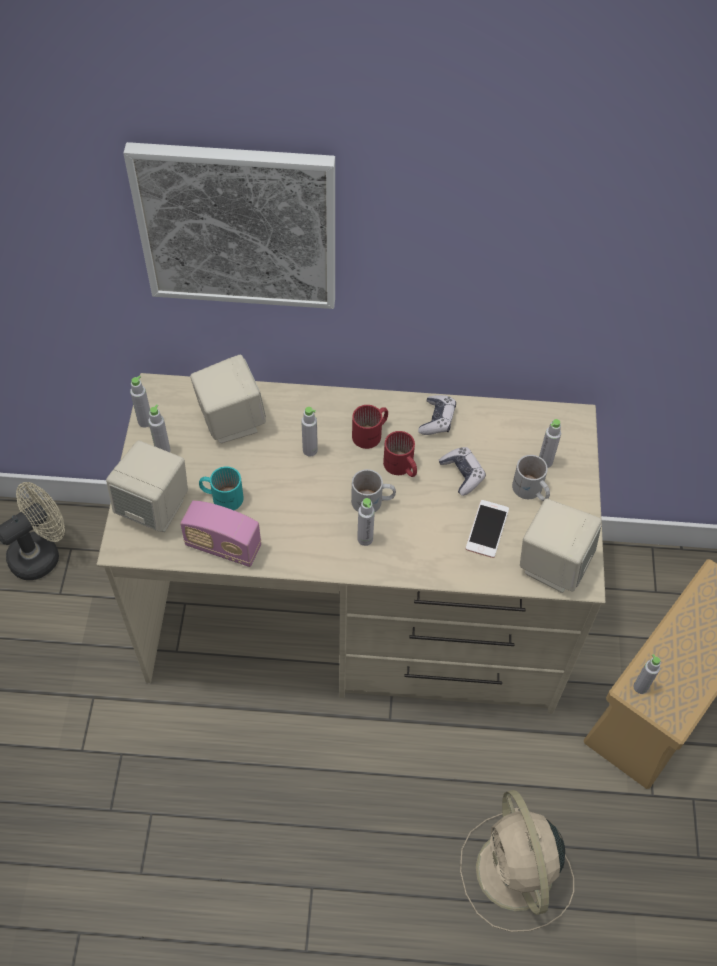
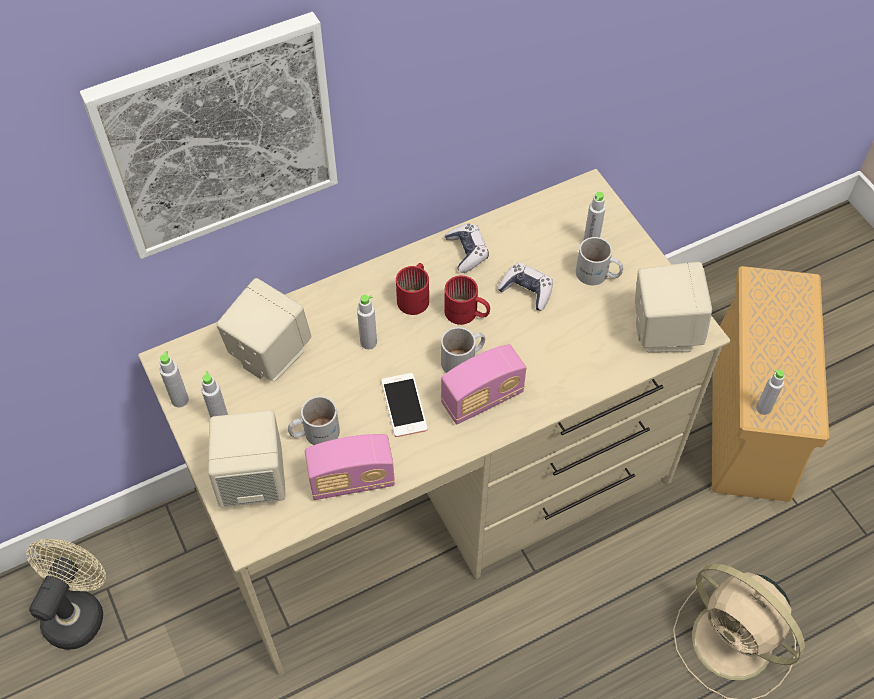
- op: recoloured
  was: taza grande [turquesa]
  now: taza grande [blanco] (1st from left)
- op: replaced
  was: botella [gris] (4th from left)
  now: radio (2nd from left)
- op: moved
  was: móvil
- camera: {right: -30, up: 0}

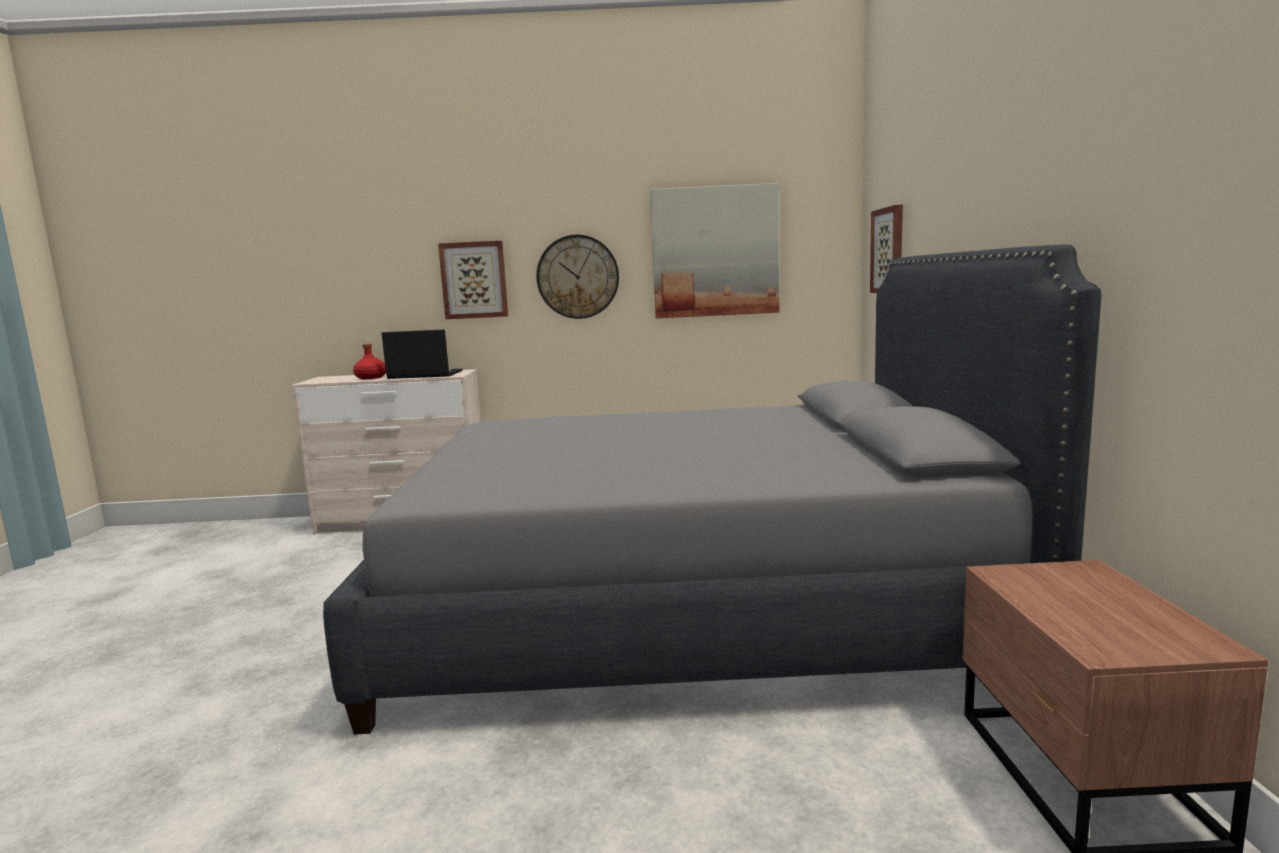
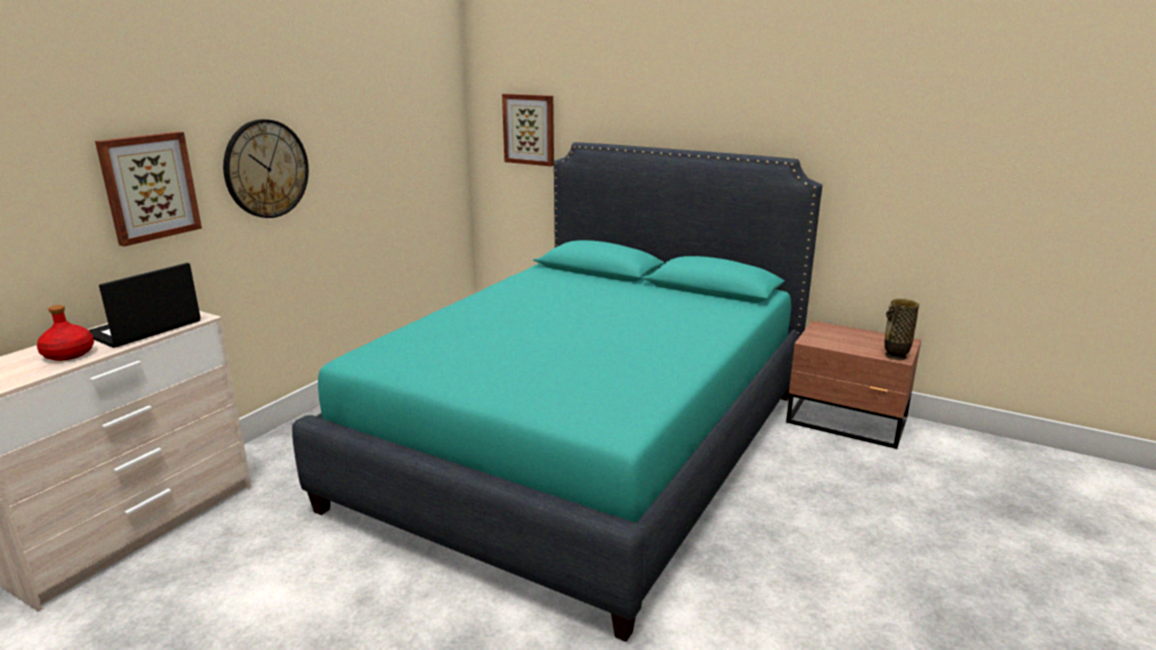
- op: recoloured
  was: cama [gris]
  now: cama [turquesa]
- op: removed
  was: cuadro (2nd from left)
- op: added
  now: florero
- camera: {right: -60, up: 10}

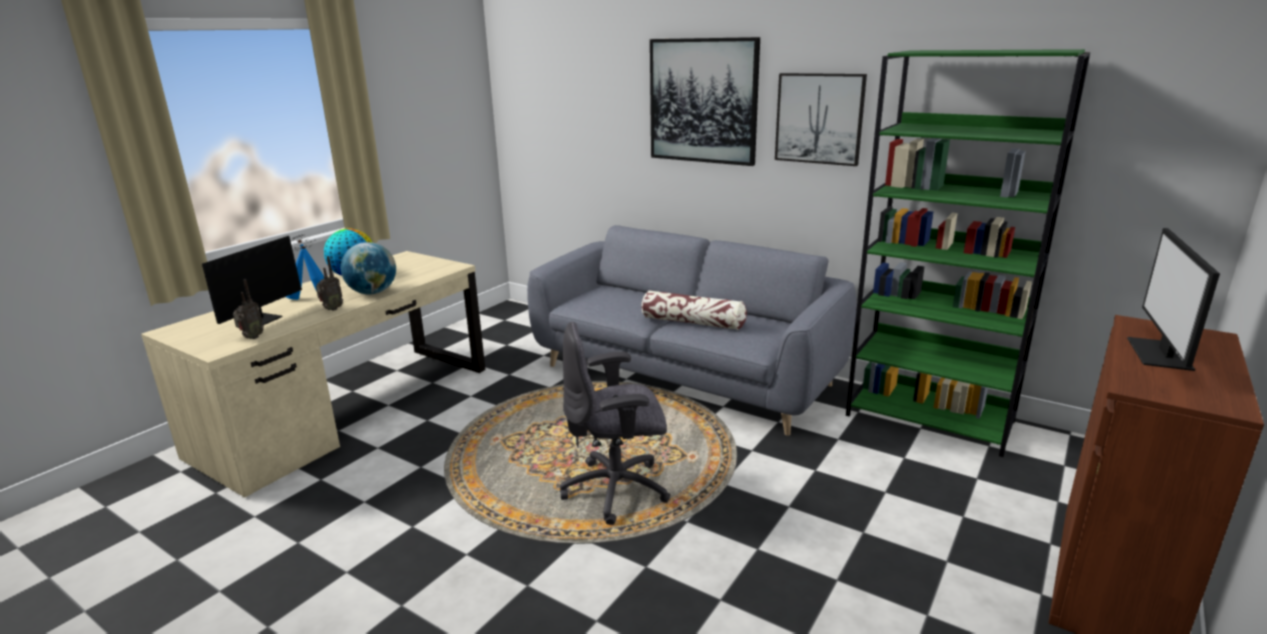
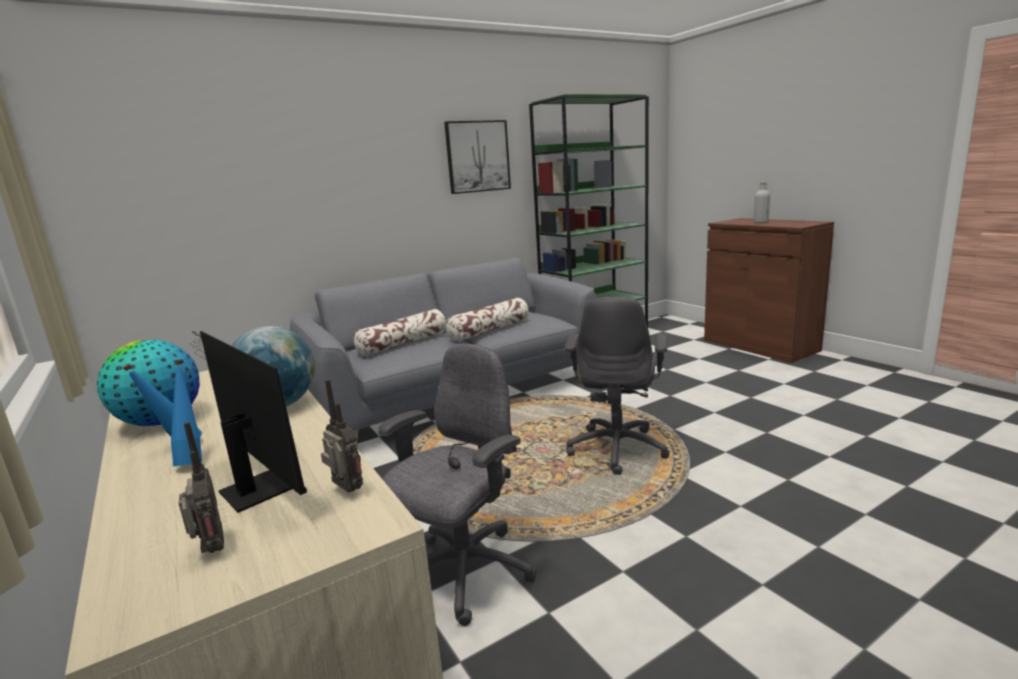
- op: moved
  was: radio (2nd from left in the first image)
  now: radio (1st from left)
- op: removed
  was: cuadro (1st from left)
- op: replaced
  was: monitor (2nd from left)
  now: botella [gris]
- op: added
  now: cojín (1st from left)
- op: added
  now: silla de oficina [gris] (1st from left)
- camera: {right: -65, up: -5}

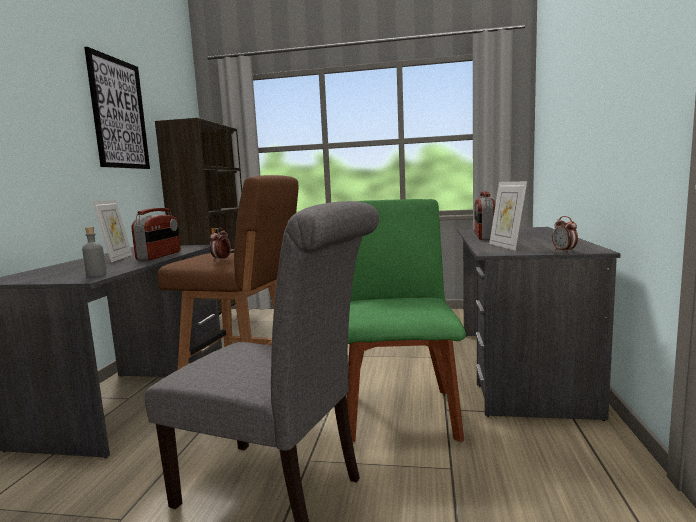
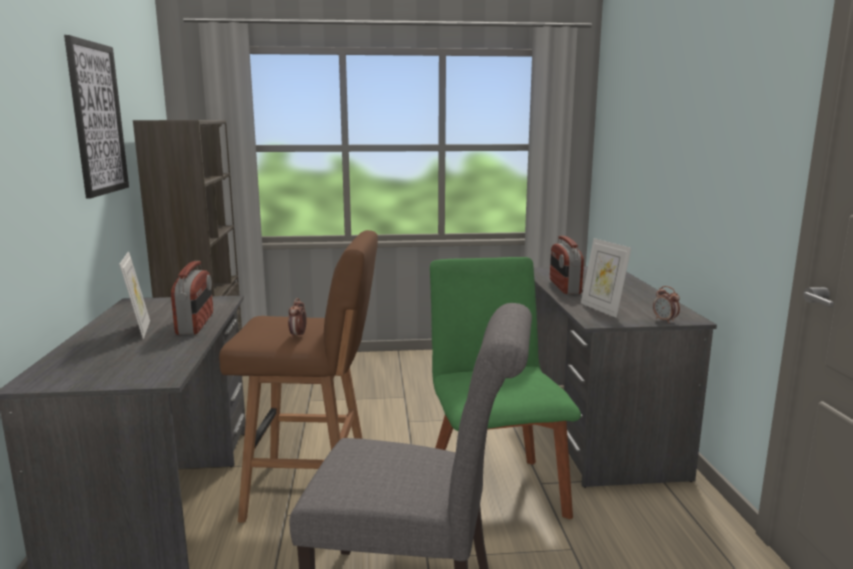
- op: removed
  was: botella [gris]
- camera: {right: -15, up: 5}

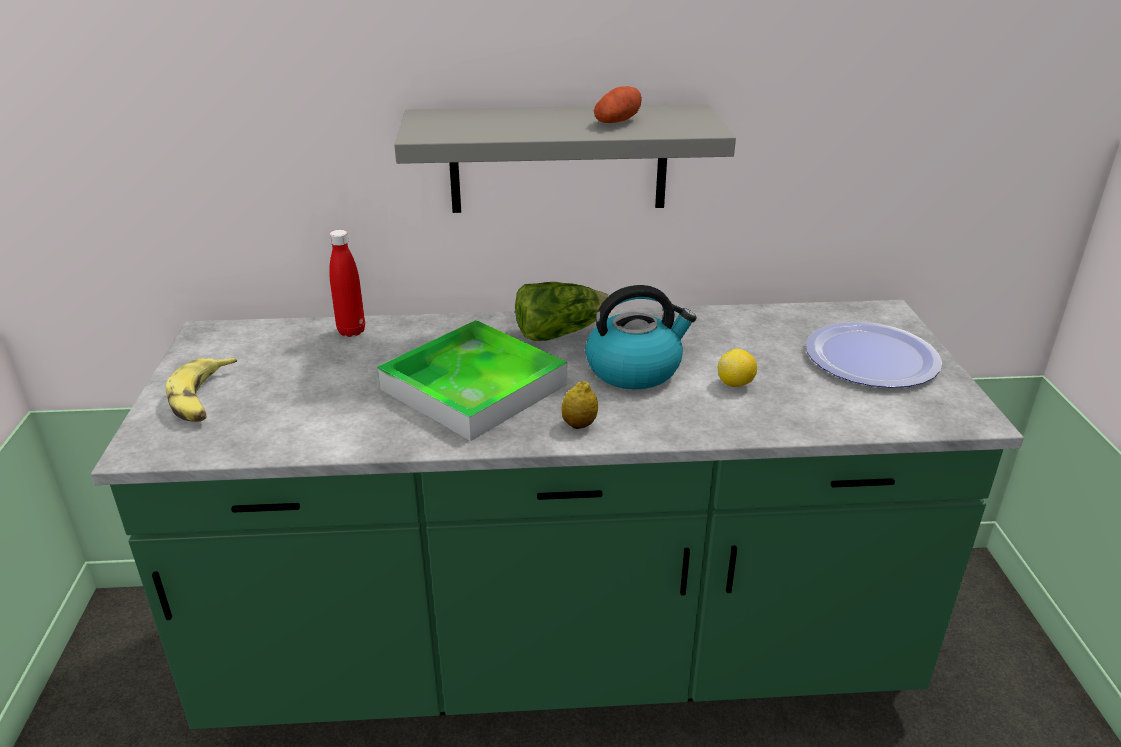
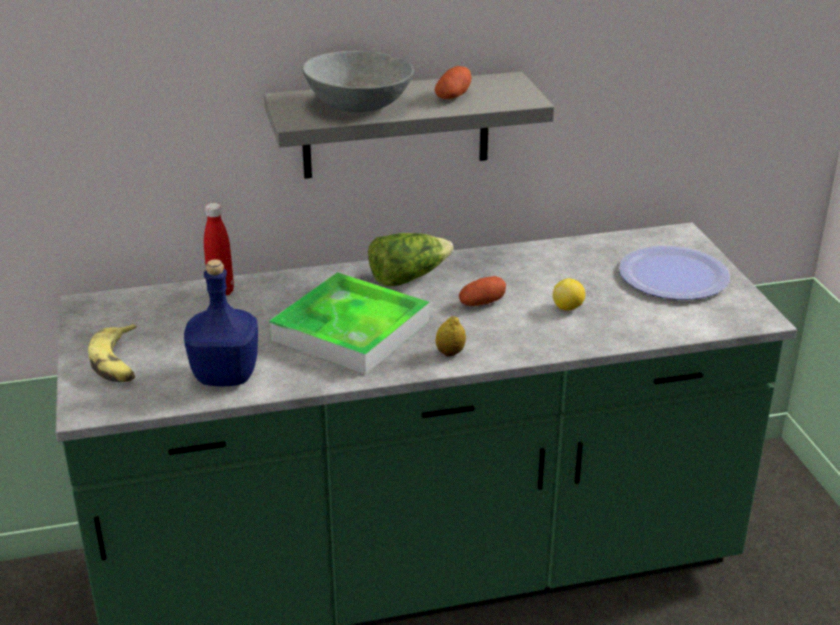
- op: replaced
  was: hervidor
  now: patata (2nd from left)
- op: added
  now: botella [azul]
- op: added
  now: cuenco [gris]
- camera: {right: -10, up: 0}

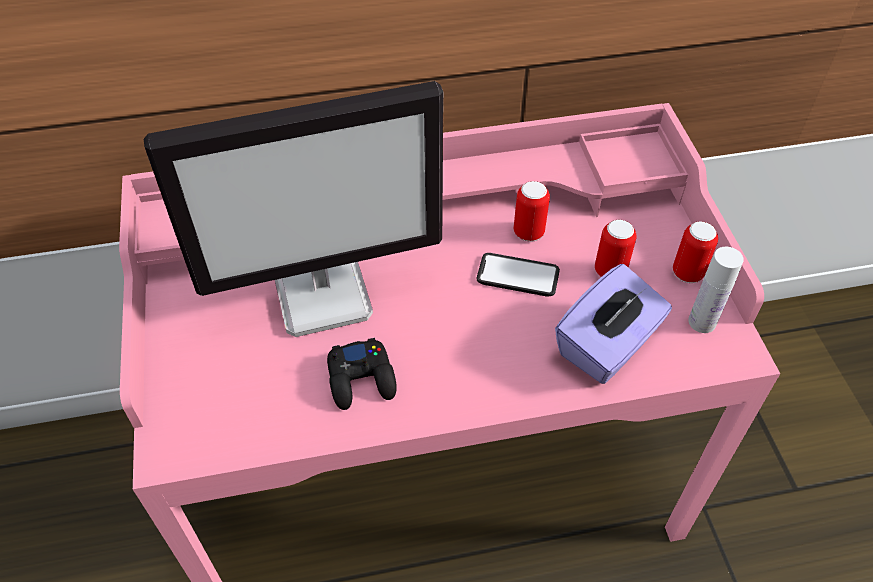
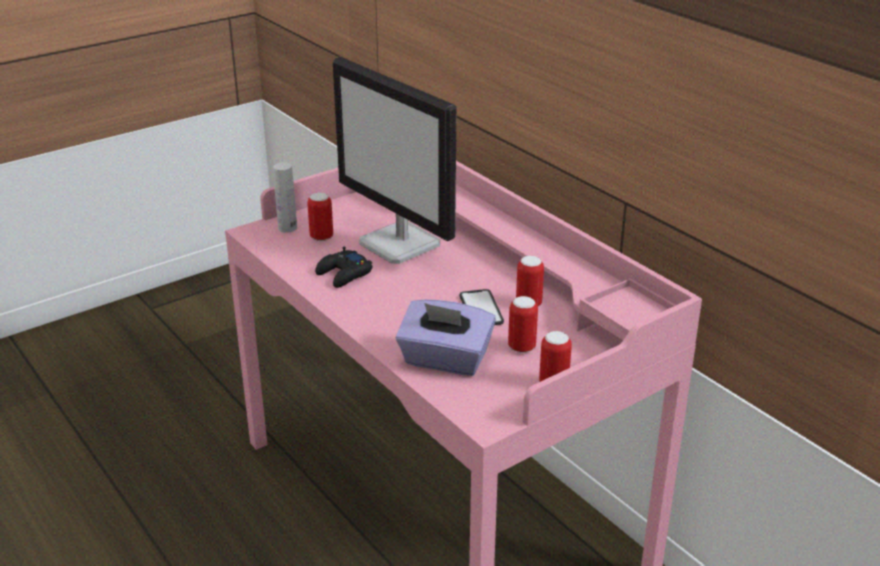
- op: moved
  was: botella [blanco]
- op: added
  now: lata (1st from left)
- camera: {right: 65, up: -20}

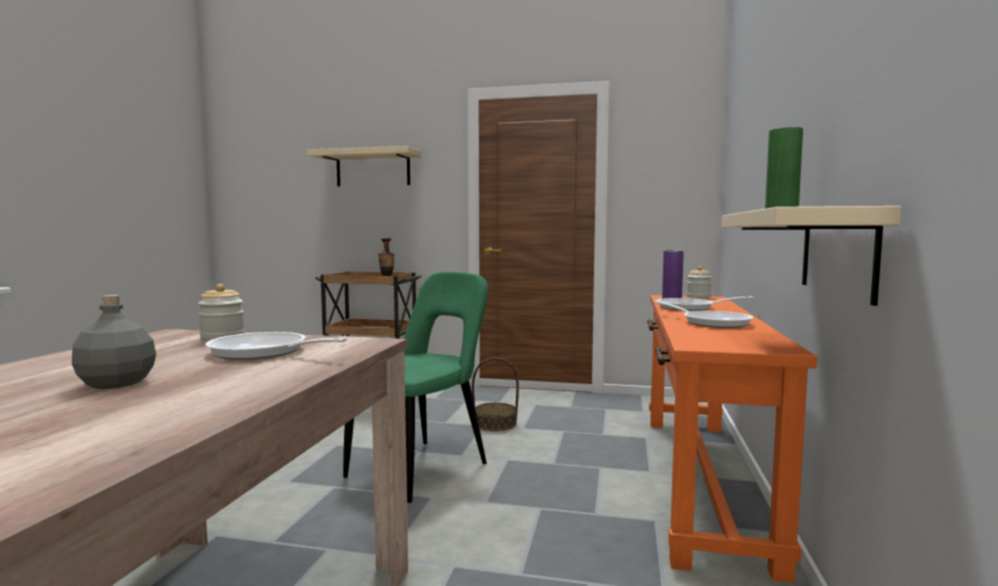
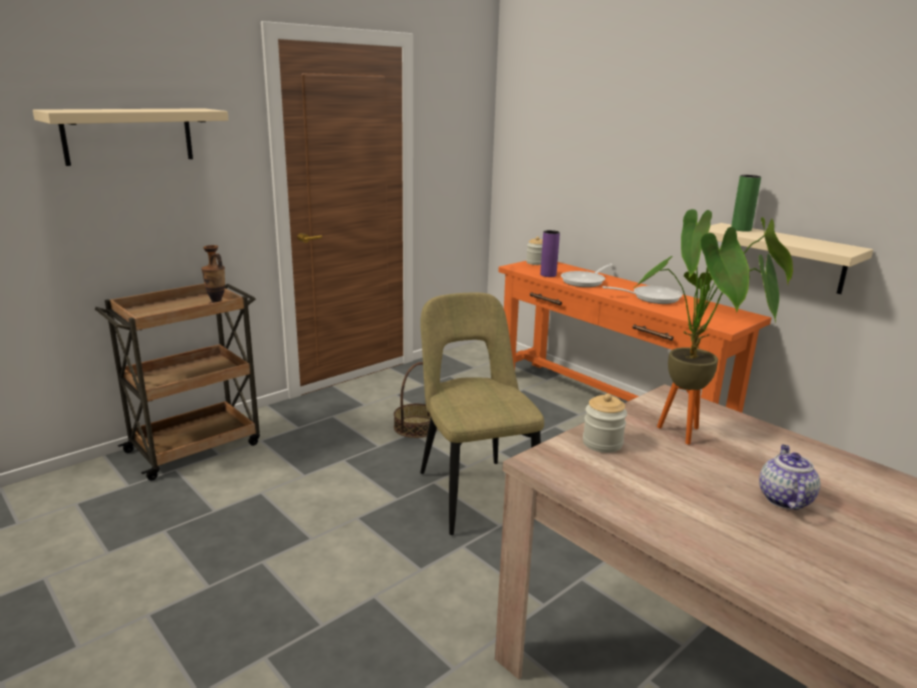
- op: replaced
  was: botella [gris]
  now: tetera
- op: replaced
  was: sartén (1st from left)
  now: planta en maceta
- op: recoloured
  was: silla [verde]
  now: silla [beis]
- camera: {right: -55, up: 15}

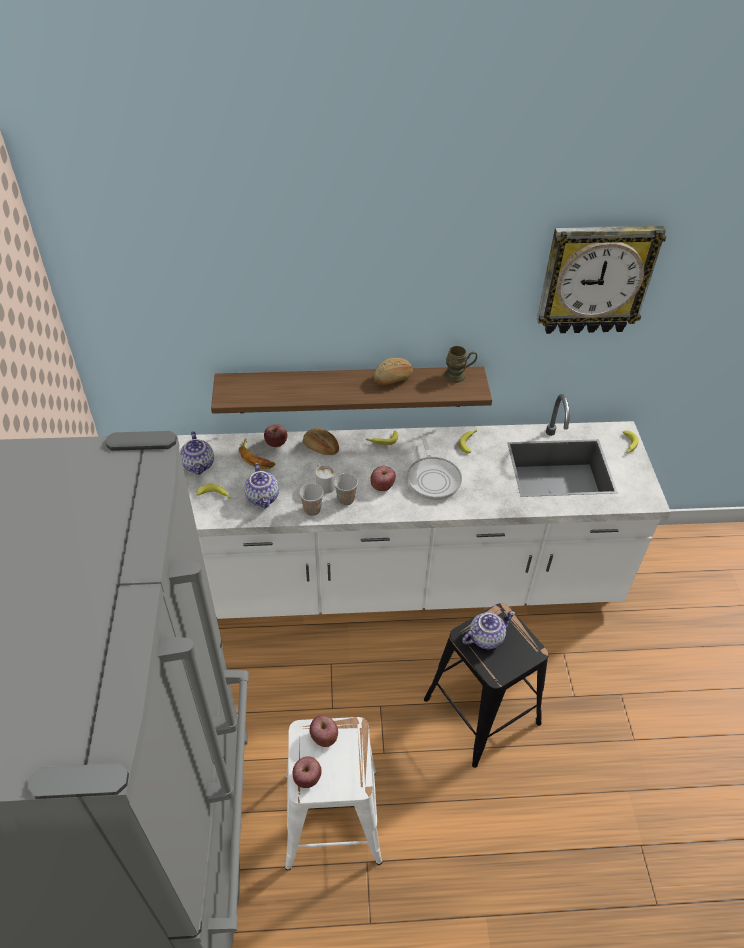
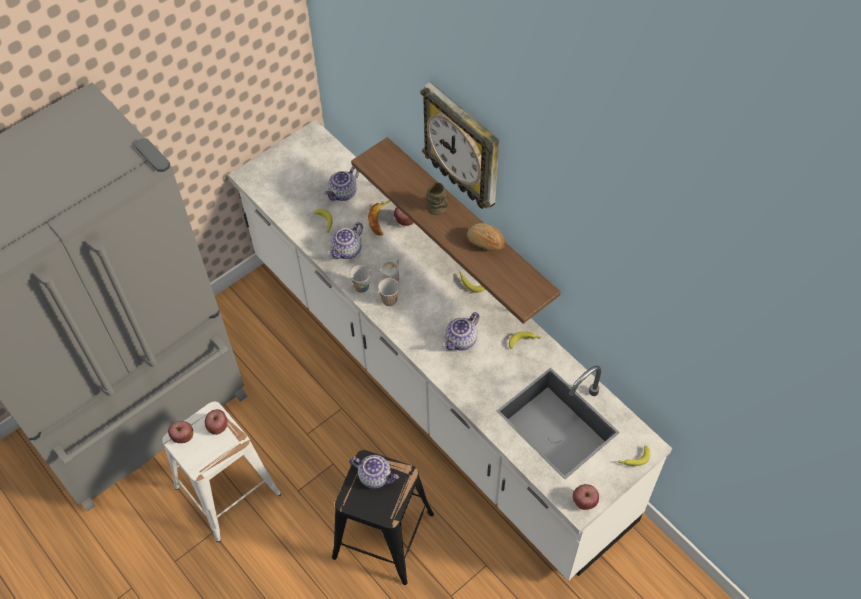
- op: removed
  was: pan (1st from left)
- op: moved
  was: manzana (4th from left)
- op: replaced
  was: sartén
  now: tetera (4th from left)
- op: moved
  was: taza grande [marrón]
- op: moved
  was: reloj de pared
- camera: {right: 55, up: 10}

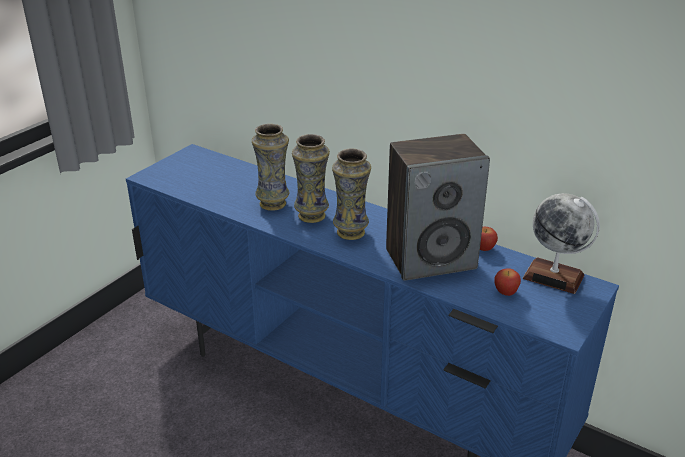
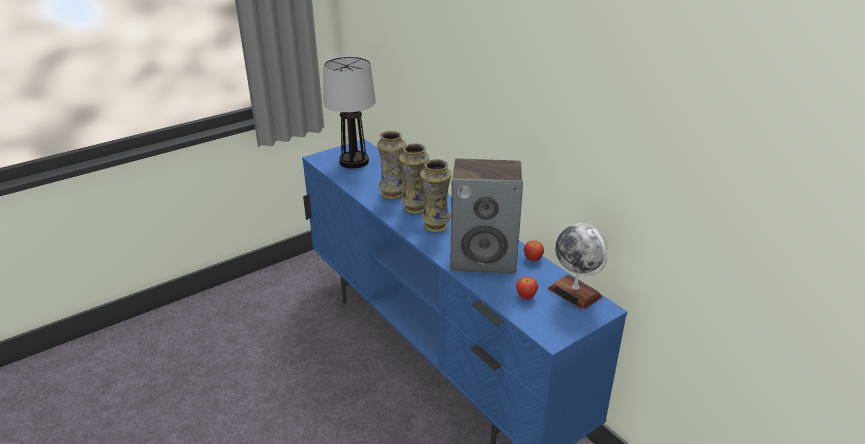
- op: added
  now: lámpara de mesa
- camera: {right: 20, up: 0}

